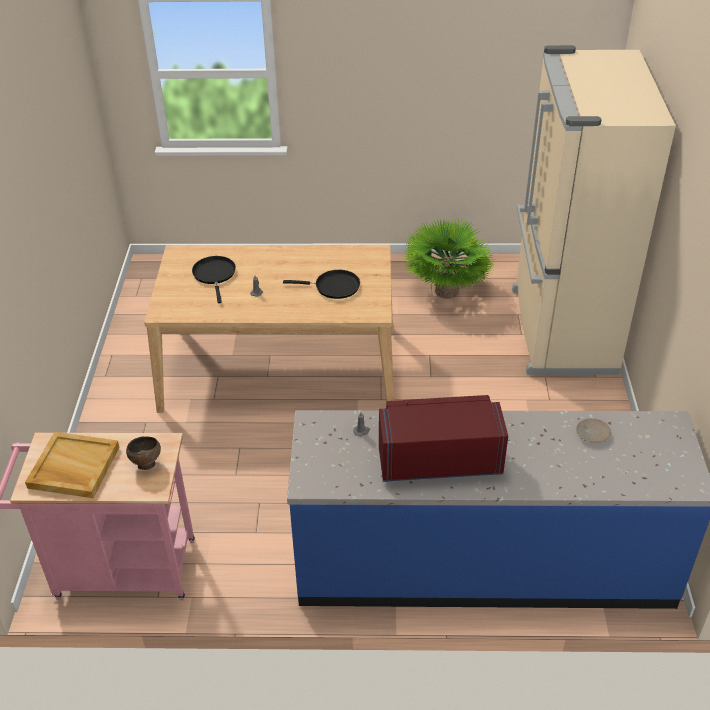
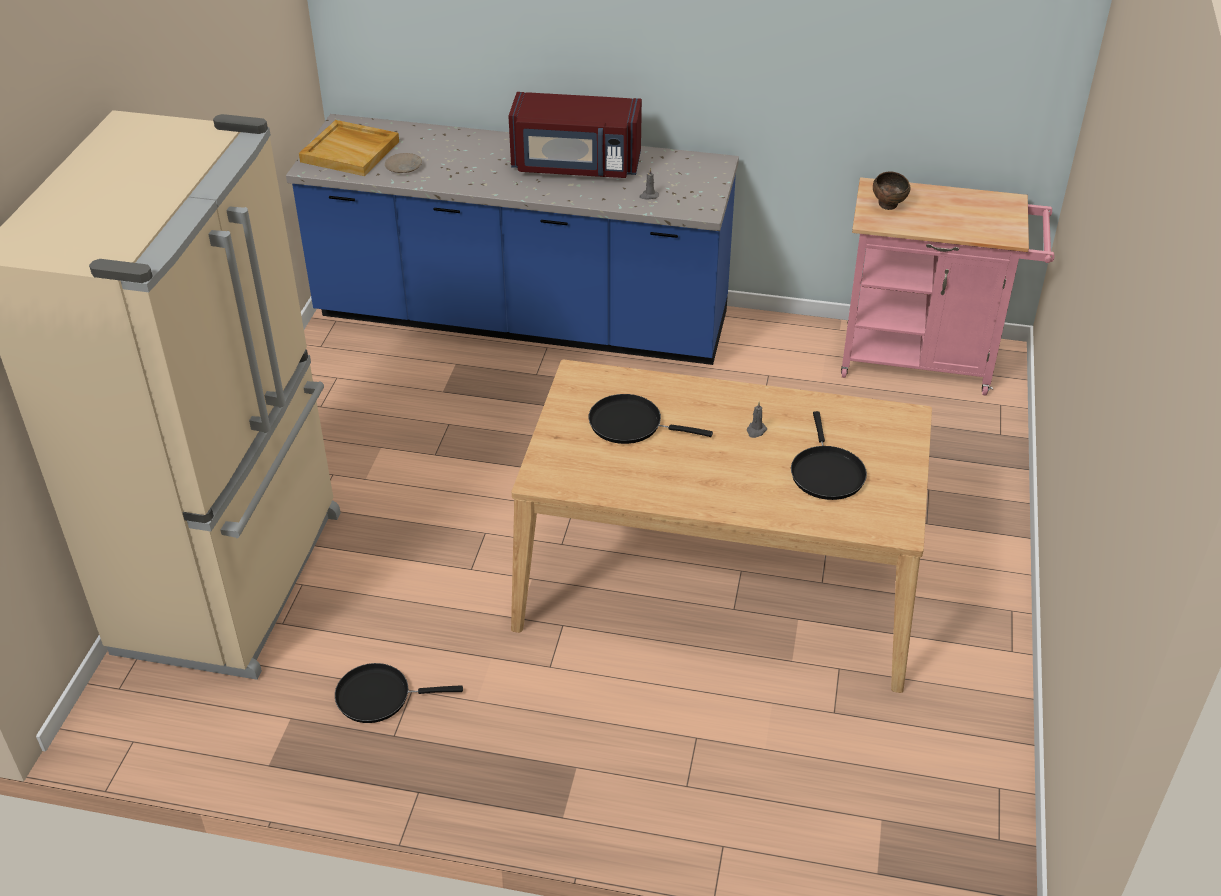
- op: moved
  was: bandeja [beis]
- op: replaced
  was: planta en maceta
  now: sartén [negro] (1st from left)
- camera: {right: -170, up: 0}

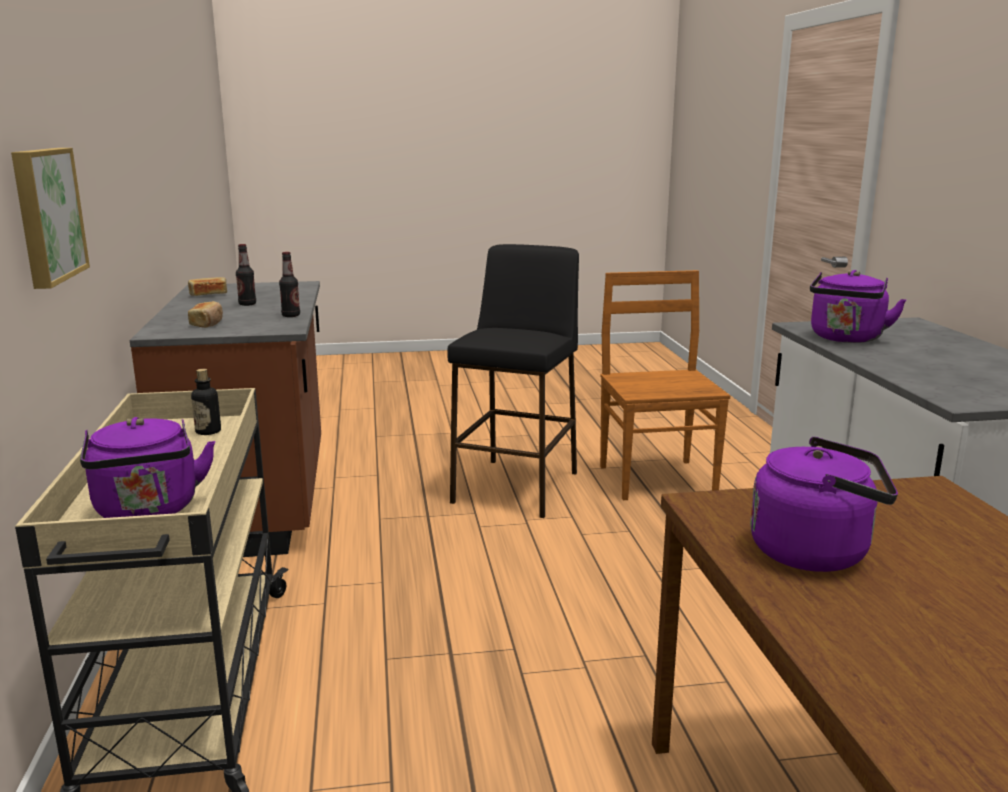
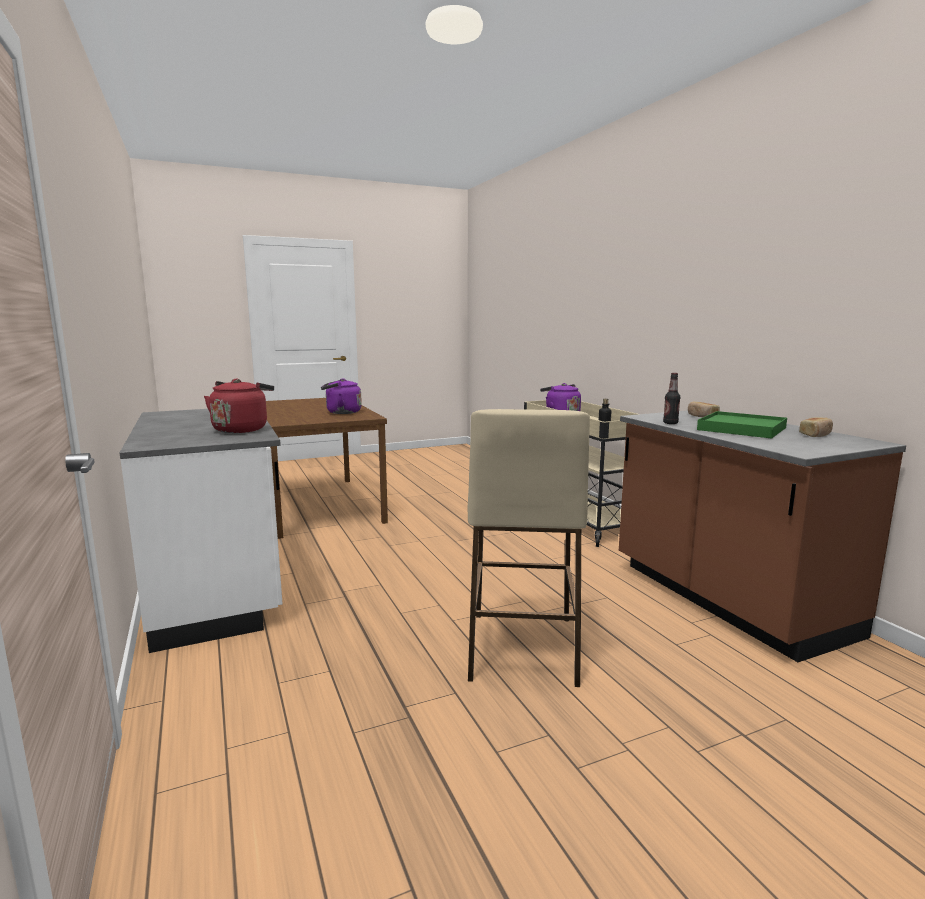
- op: removed
  was: cuadro
- op: replaced
  was: botella (2nd from left)
  now: bandeja [verde]
- op: recoloured
  was: taburete [negro]
  now: taburete [beis]
- op: removed
  was: silla [marrón]
- op: recoloured
  was: hervidor [morado] (3rd from left)
  now: hervidor [rojo]
- camera: {right: 165, up: -5}

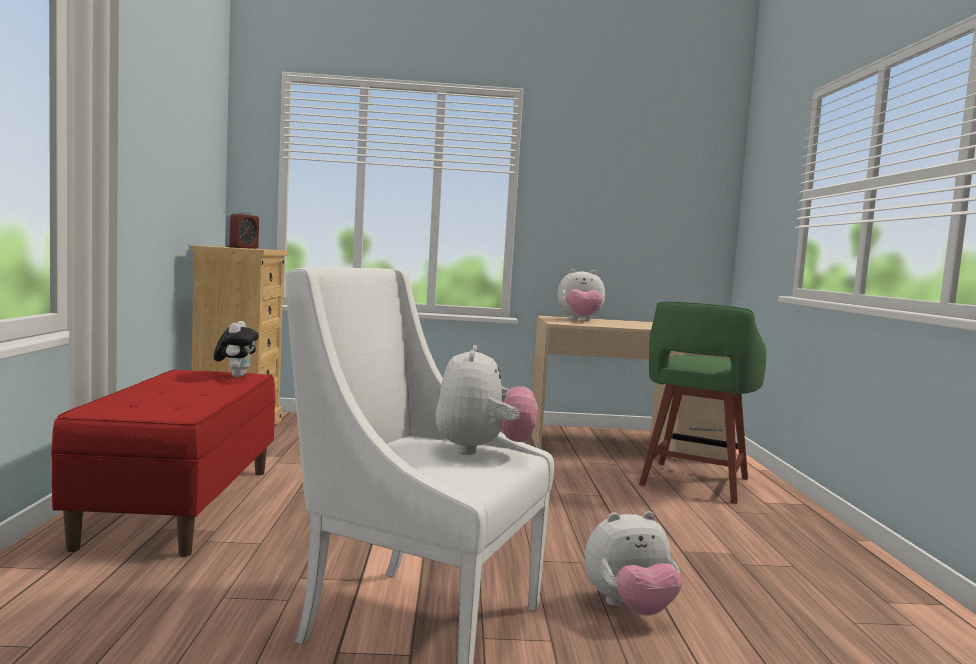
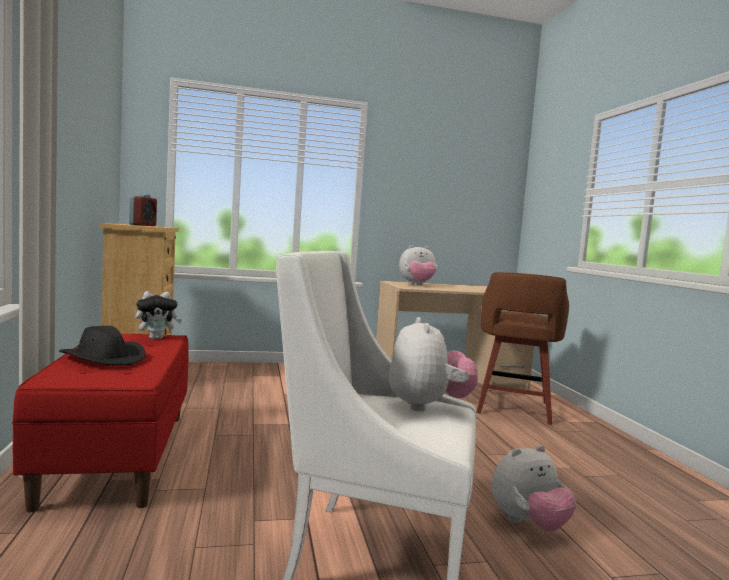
- op: turned
  was: peluche (1st from left)
  clockwise: 75
- op: recoloured
  was: taburete [verde]
  now: taburete [marrón]
- op: added
  now: sombrero [negro]
- camera: {right: -10, up: 0}

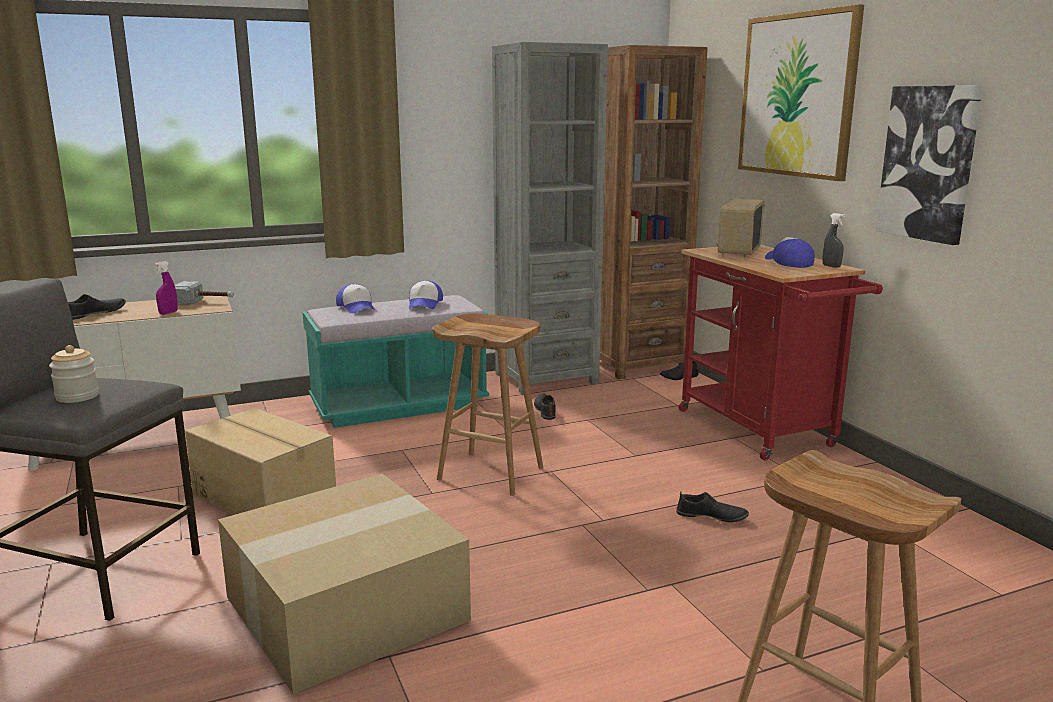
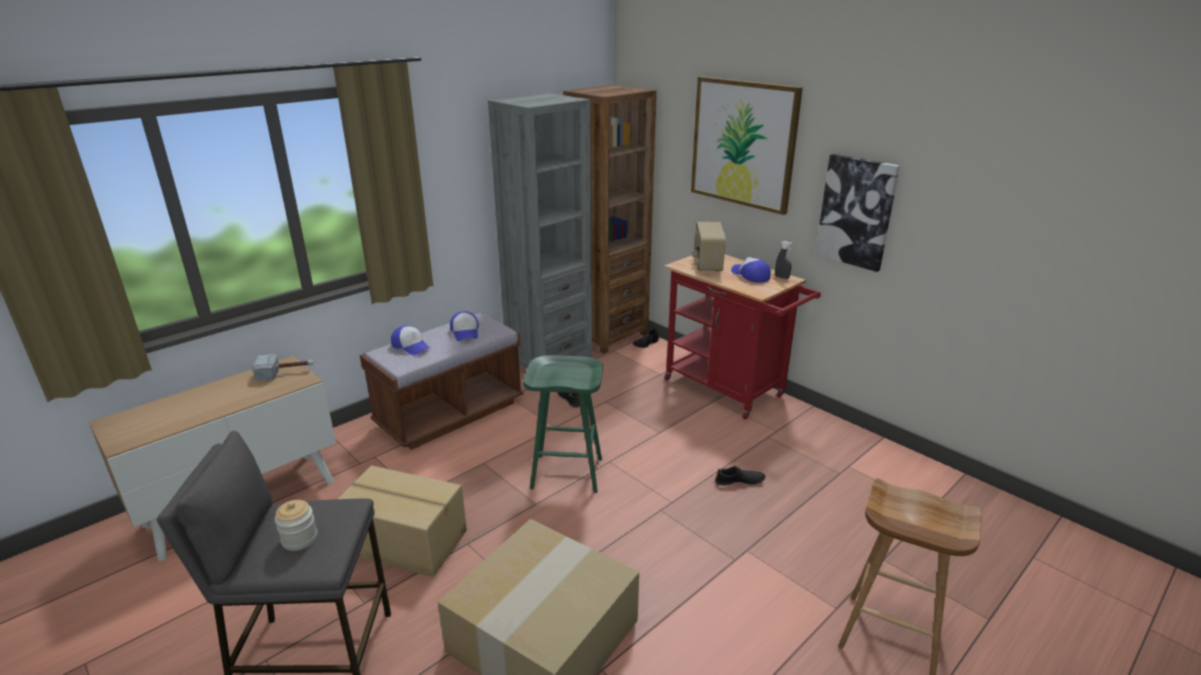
- op: removed
  was: zapato [negro] (1st from left)
- op: removed
  was: pulverizador [morado]
- op: recoloured
  was: banco [turquesa]
  now: banco [marrón]
- op: recoloured
  was: taburete [marrón] (1st from left)
  now: taburete [verde]
- camera: {right: -20, up: 10}

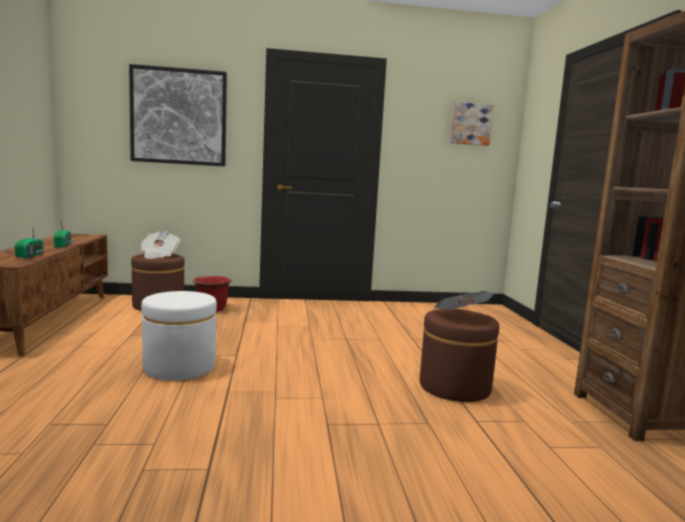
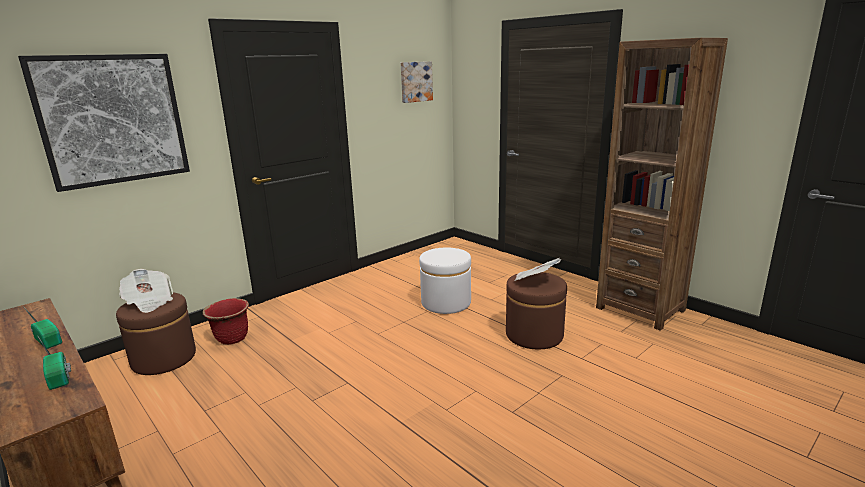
- op: moved
  was: puf [blanco]
- camera: {right: -35, up: 10}

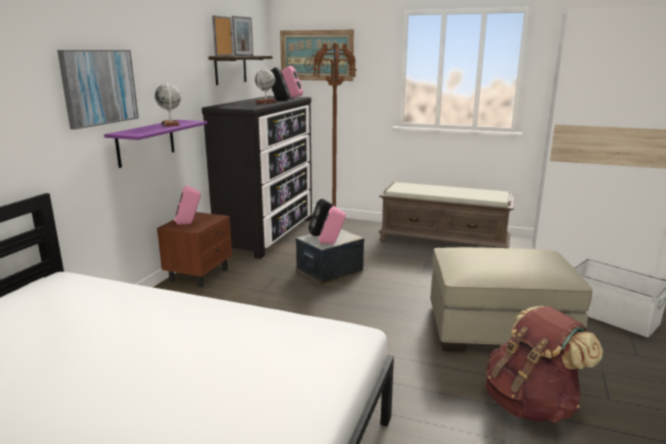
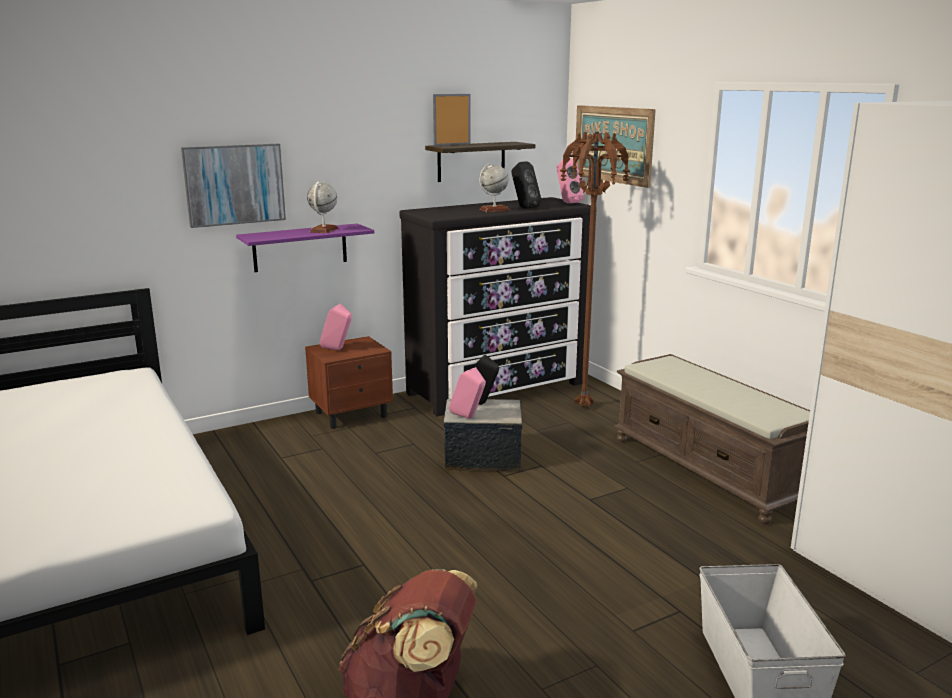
- op: removed
  was: portarretratos (2nd from left)
- op: removed
  was: puf [beis]
- camera: {right: 40, up: 0}

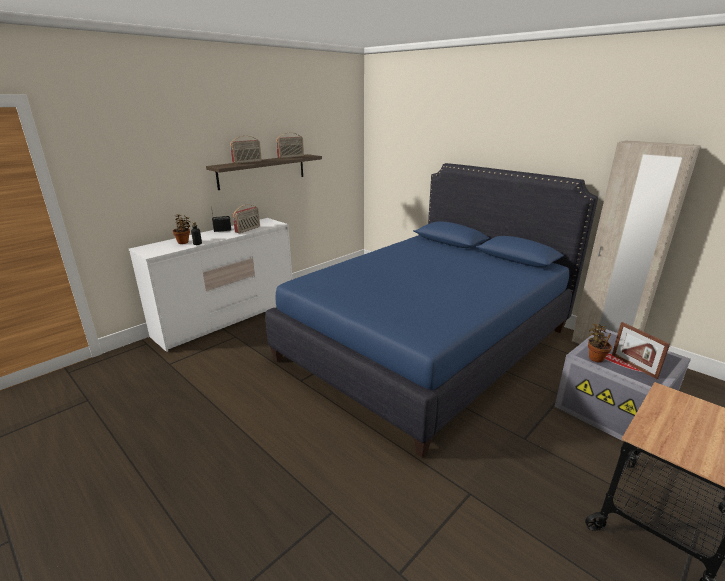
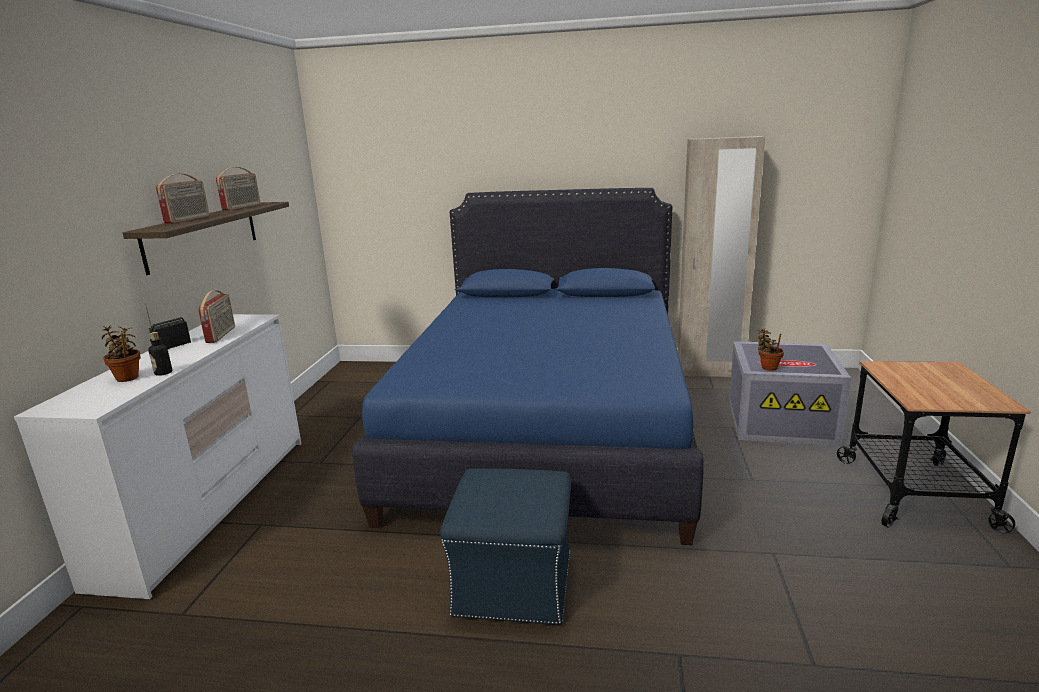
- op: removed
  was: portarretratos
- op: added
  now: puf [azul]
- camera: {right: -35, up: -5}

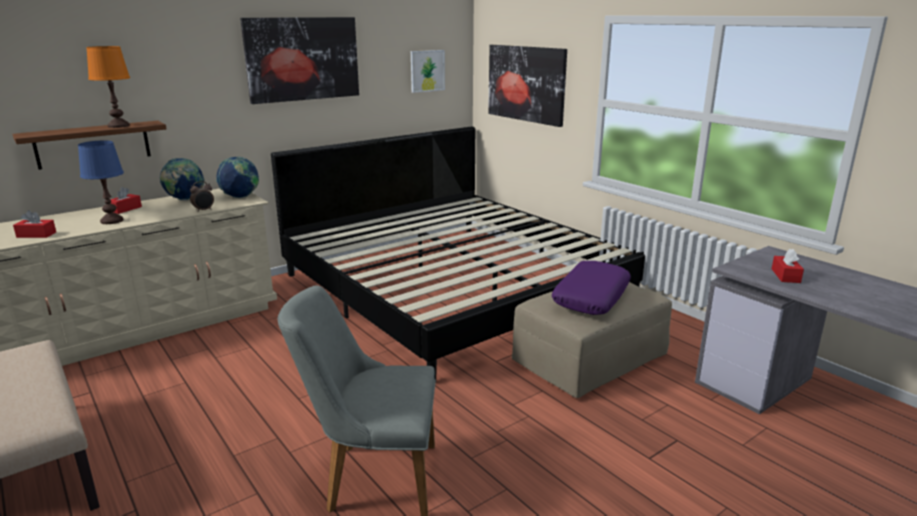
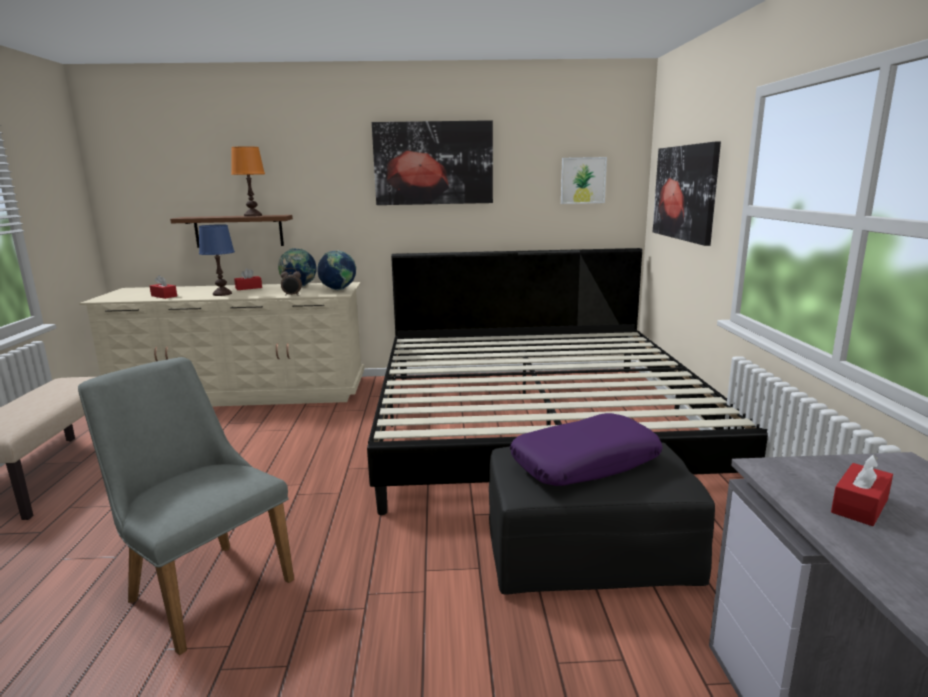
- op: recoloured
  was: puf [beis]
  now: puf [negro]
- camera: {right: 35, up: -5}

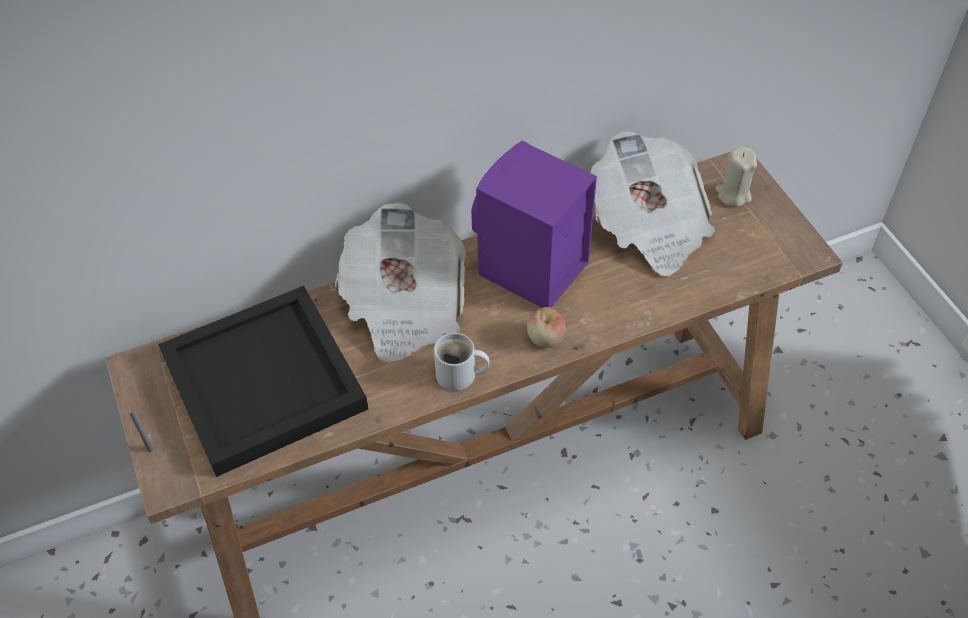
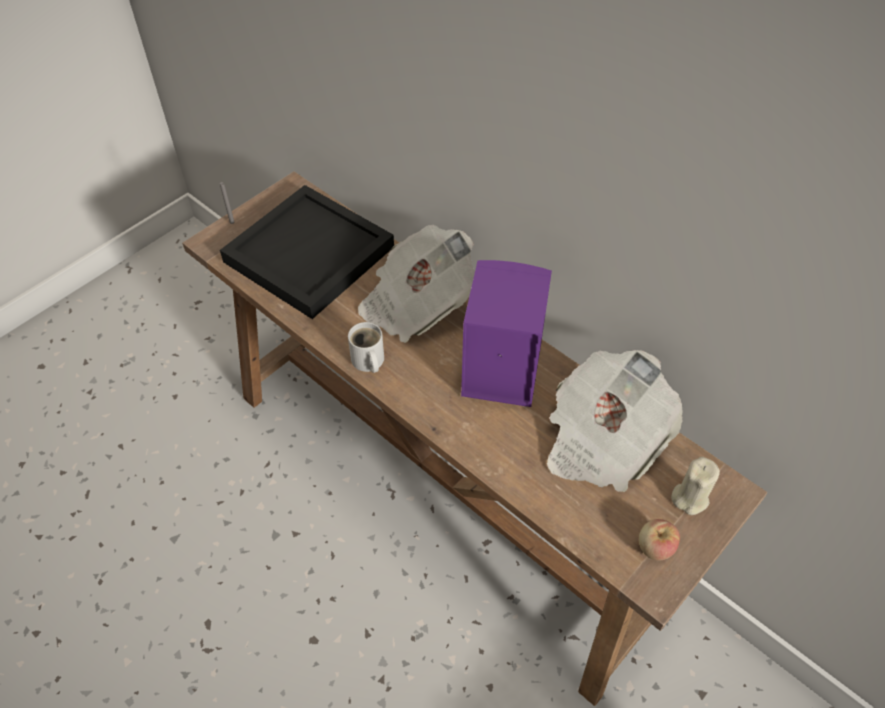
- op: moved
  was: manzana
- camera: {right: 65, up: 0}

